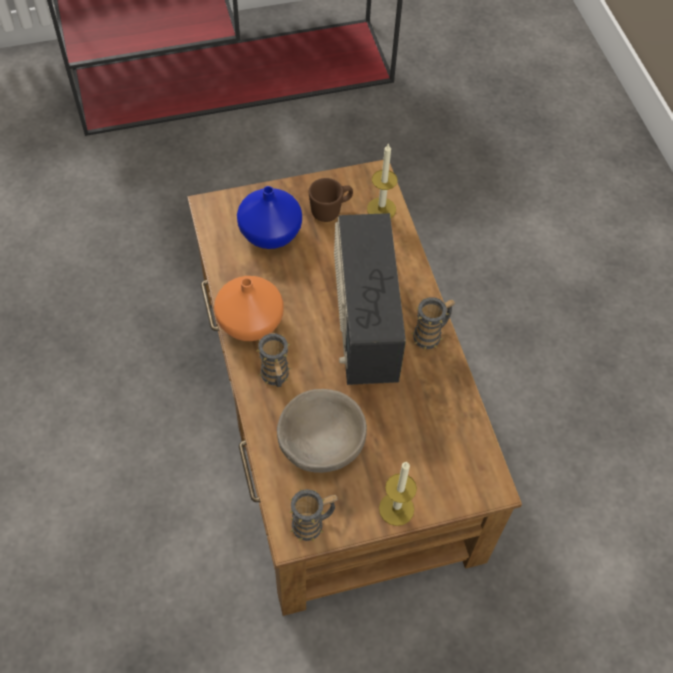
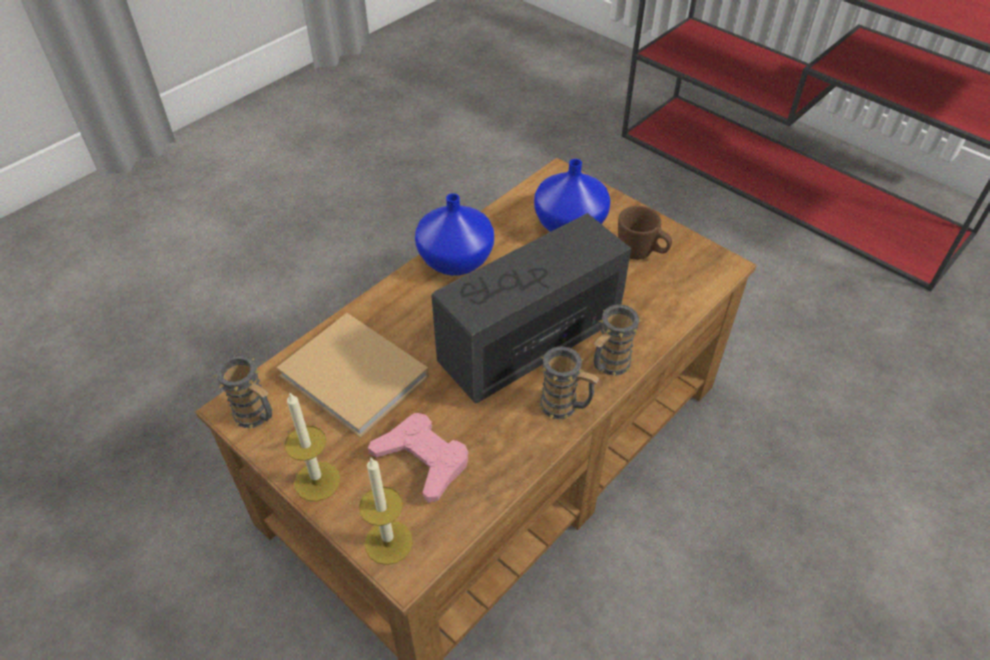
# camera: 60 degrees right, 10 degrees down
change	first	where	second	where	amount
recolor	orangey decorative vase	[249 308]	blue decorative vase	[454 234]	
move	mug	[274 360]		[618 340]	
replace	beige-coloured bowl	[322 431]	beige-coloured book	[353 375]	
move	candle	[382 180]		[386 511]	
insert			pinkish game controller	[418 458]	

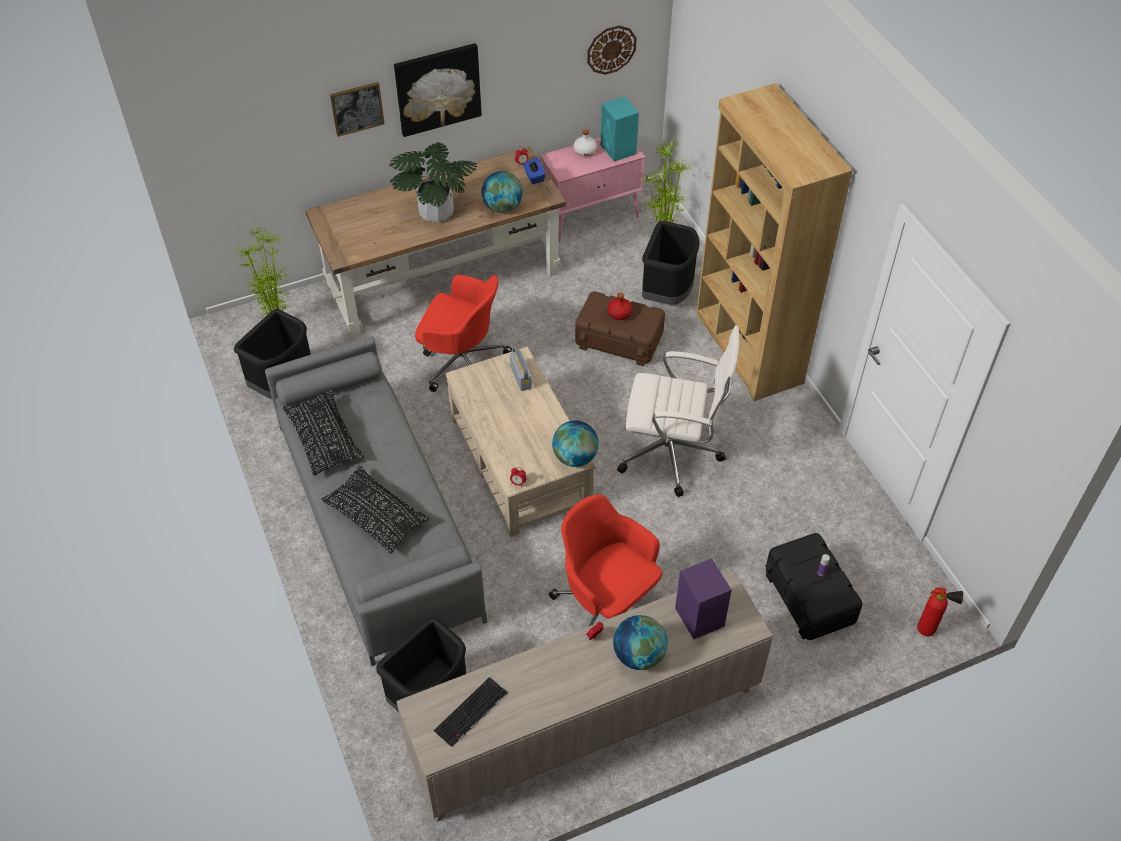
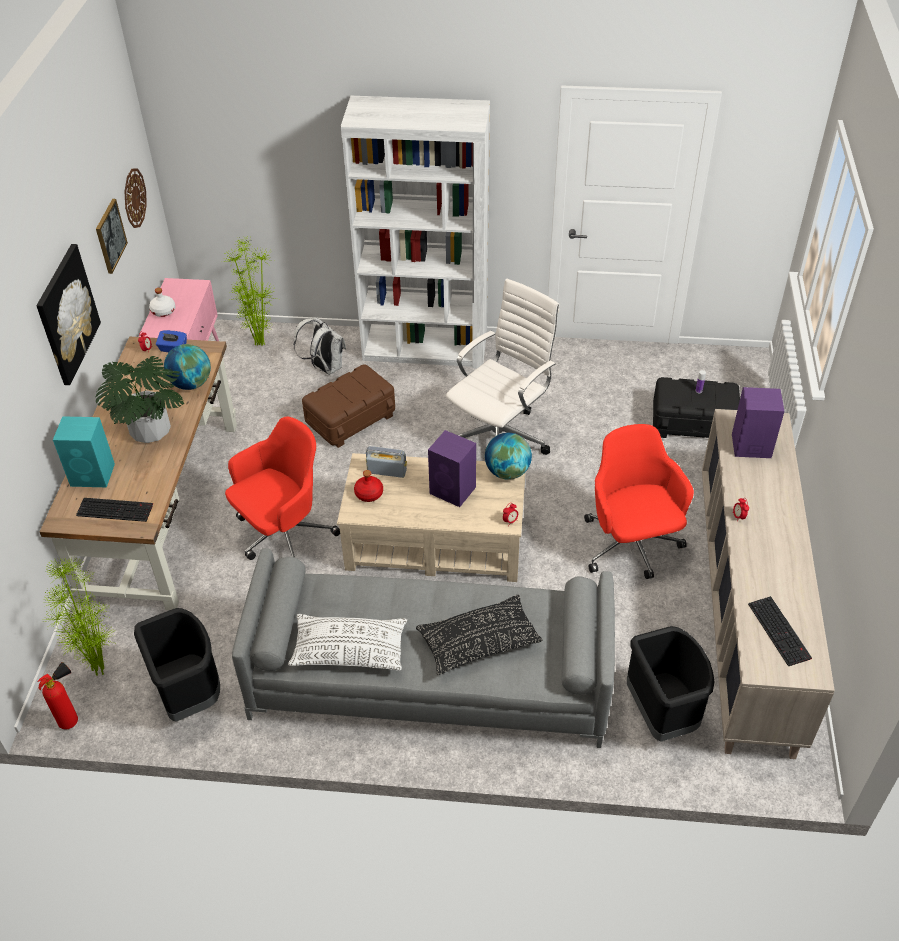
# camera: 60 degrees left, 5 degrees down
change	first	where	second	where	amount
recolor	blackish pillow	[323 432]	white-coloured pillow	[348 642]	
move	picture	[357 109]		[112 236]	
rotate	red-coloured desk chair	[606 560]		[639 501]	90 degrees clockwise
move	turquoise-coloured audio speaker	[619 129]		[84 451]	
move	red-coloured drink bottle	[620 306]		[368 486]	
delete	desk globe	[640 642]			
replace	blackish trash can	[670 263]	white-coloured rucksack	[319 346]	
recolor	brown-coloured bookcase	[774 242]	white-coloured bookcase	[415 232]	
move	fire extinguisher	[940 611]		[57 695]	
insert			keyboard	[114 510]	
insert			purple-coloured audio speaker	[452 468]	

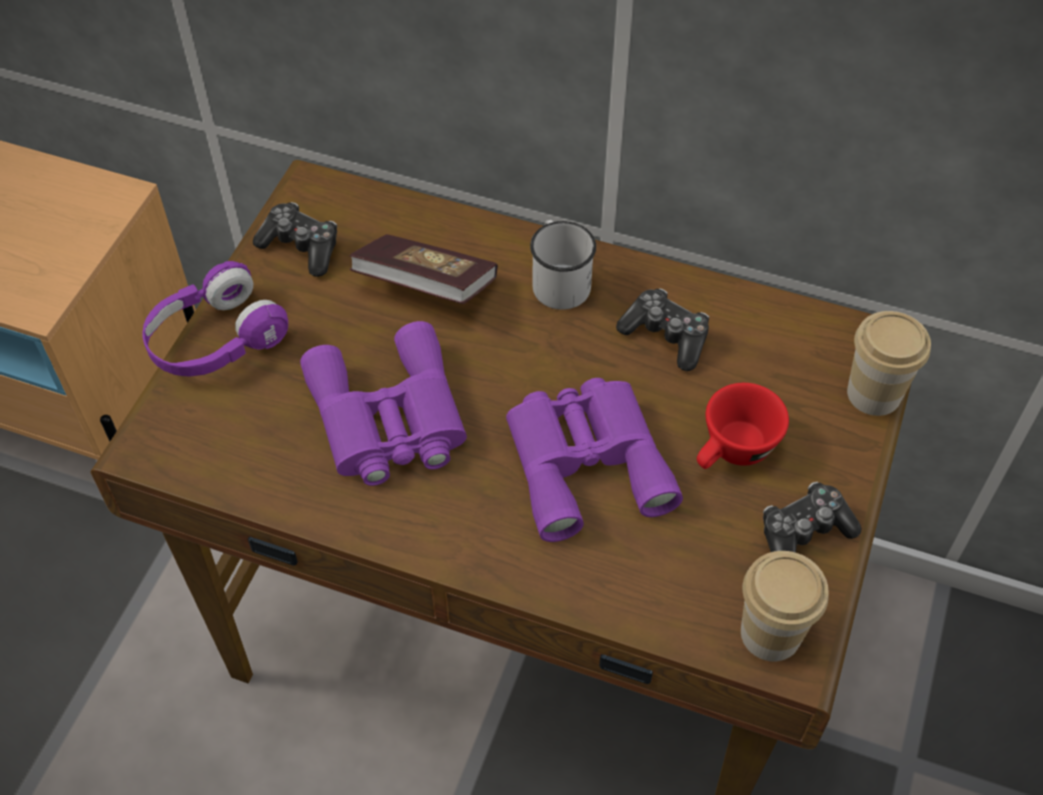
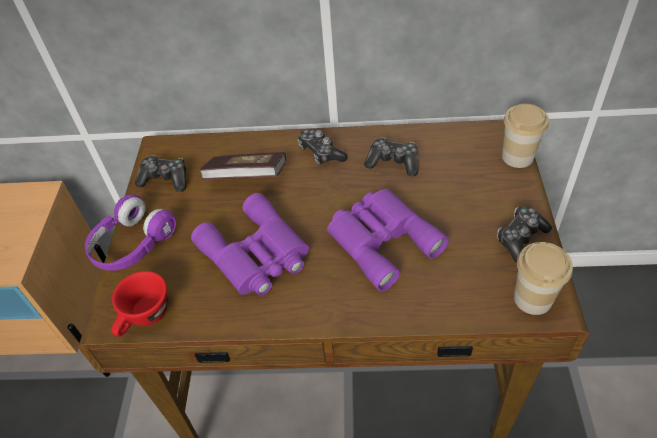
# camera: 15 degrees left, 5 degrees down
change	first	where	second	where	amount
replace	white-coloured mug	[563 265]	game controller	[322 147]	
move	red-coloured drinking cup	[743 426]		[139 304]	

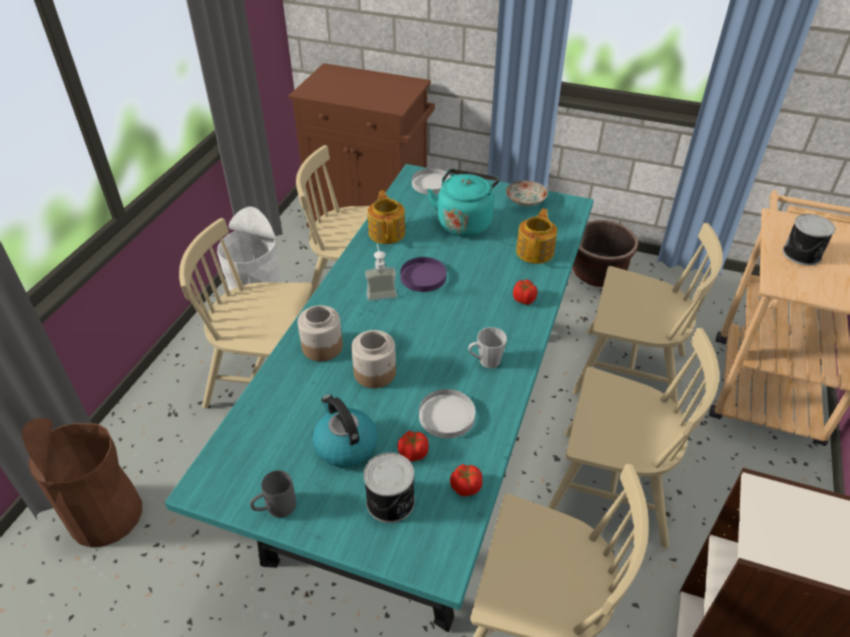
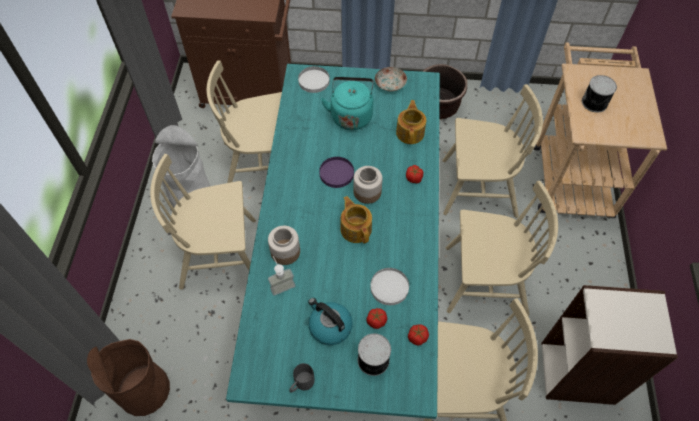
# camera: 15 degrees left, 15 degrees up
change	first	where	second	where	amount
move	storage jar	[373 359]		[368 185]	
move	liquid soap bottle	[381 272]		[281 276]	
move	tea pot	[386 217]		[356 220]	
delete	gray mug	[487 347]			

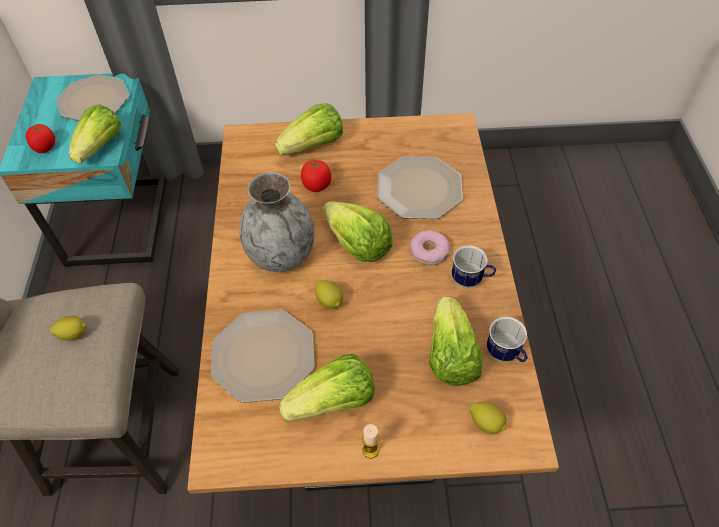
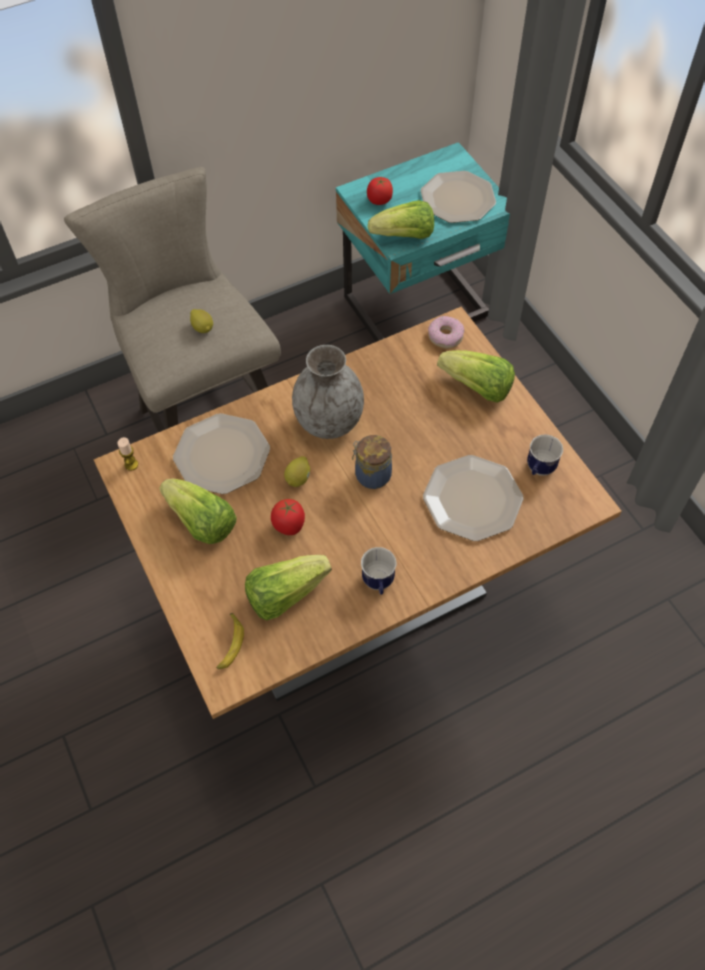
# camera: 65 degrees right, 5 degrees up
change	first	where	second	where	amount
move	tomato	[316 175]		[288 517]	
replace	lettuce head	[358 231]	storage jar	[372 462]	
move	candle	[371 441]		[127 454]	
move	ring doughnut	[430 247]		[446 332]	
replace	whole lemon	[488 418]	banana	[230 641]	
move	mug	[507 339]		[545 455]	

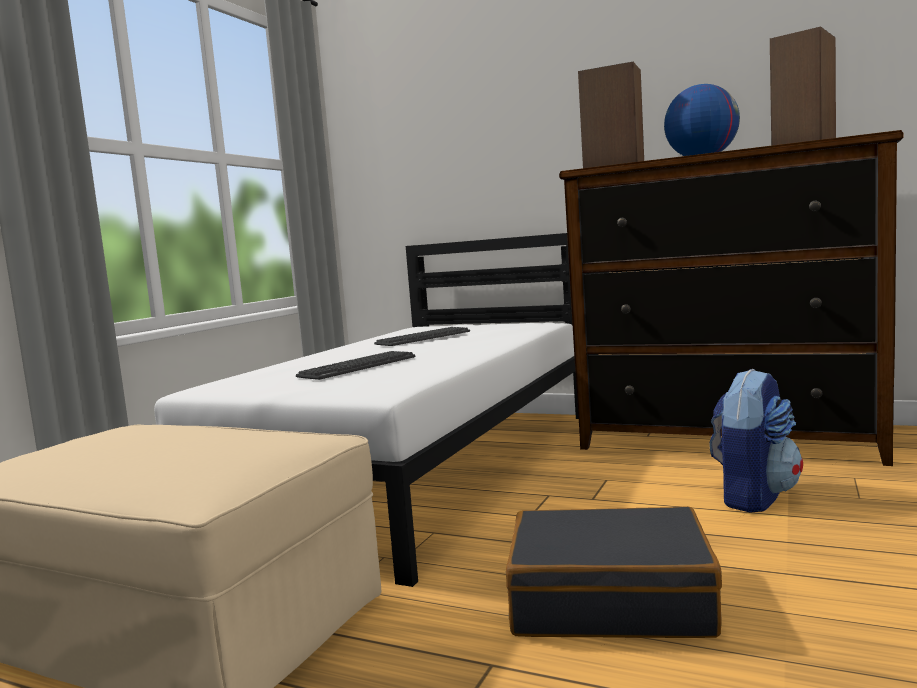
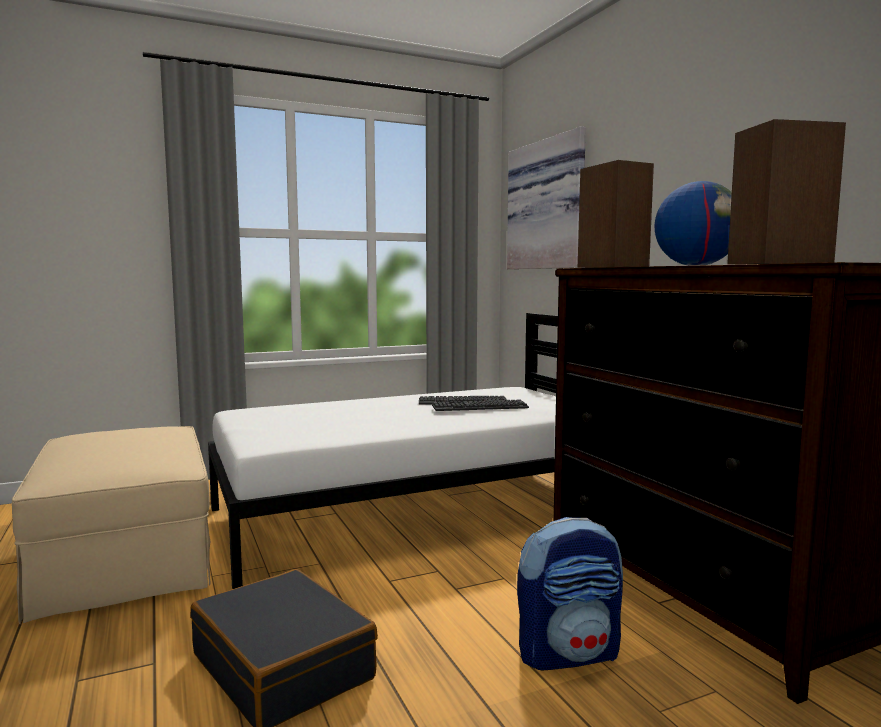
# camera: 40 degrees right, 0 degrees up
change	first	where	second	where	amount
move	keyboard	[356 365]		[480 405]	
insert			picture	[546 197]	

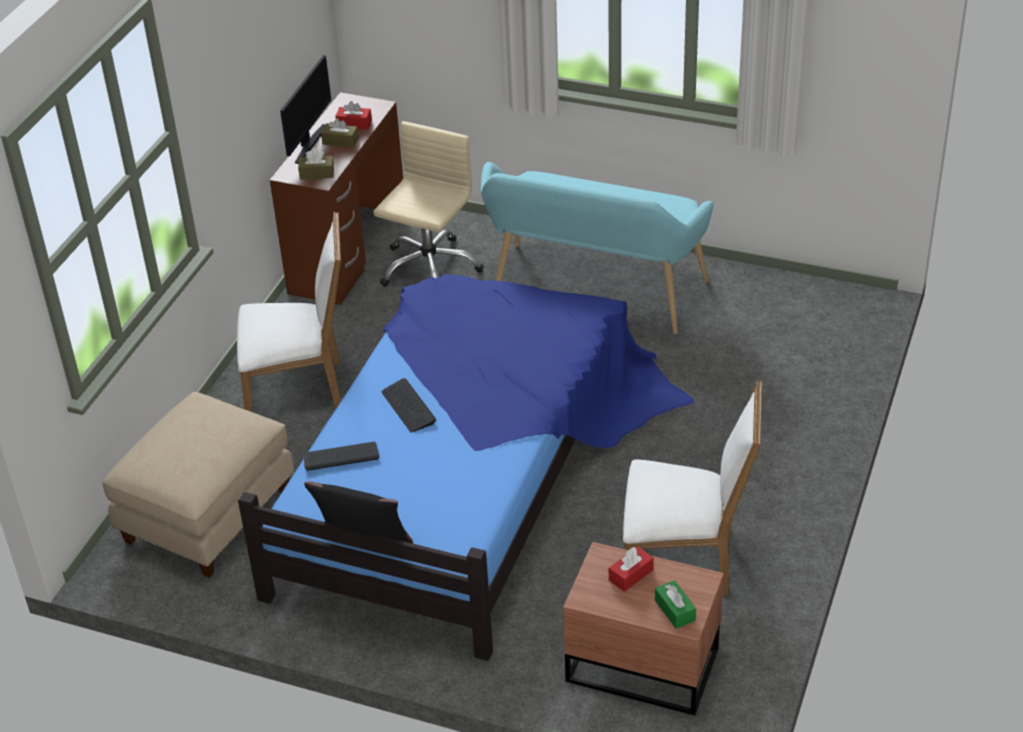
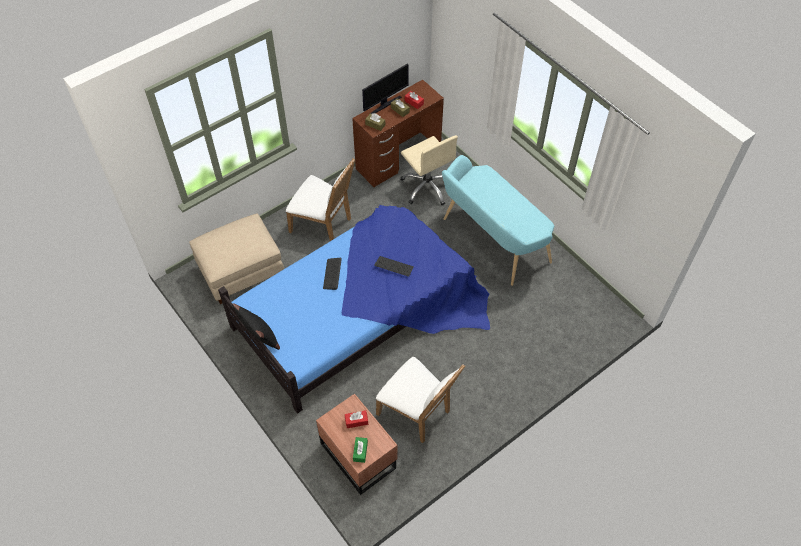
# camera: 30 degrees right, 15 degrees up
change	first	where	second	where	amount
move	keyboard	[342 456]		[393 266]	
rotate	beige-coloured desk chair	[429 204]		[429 170]	90 degrees clockwise

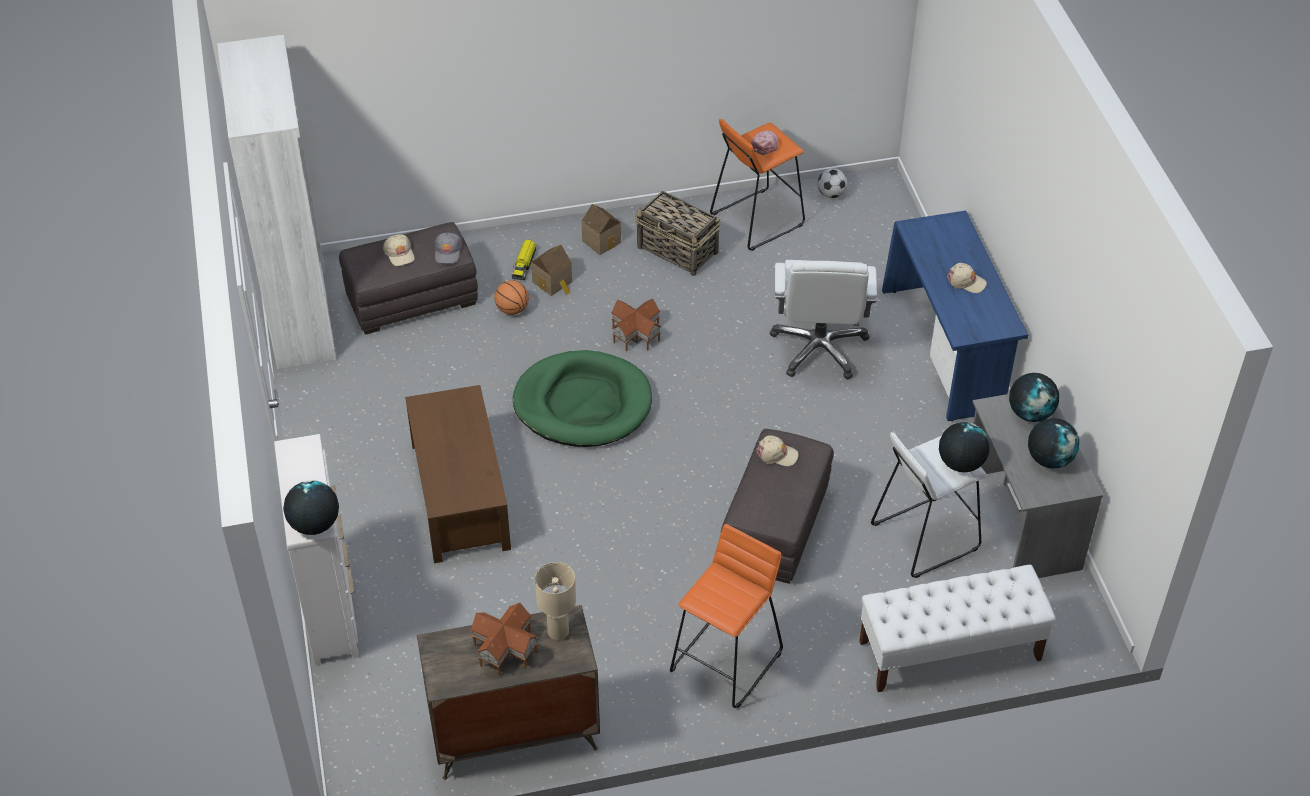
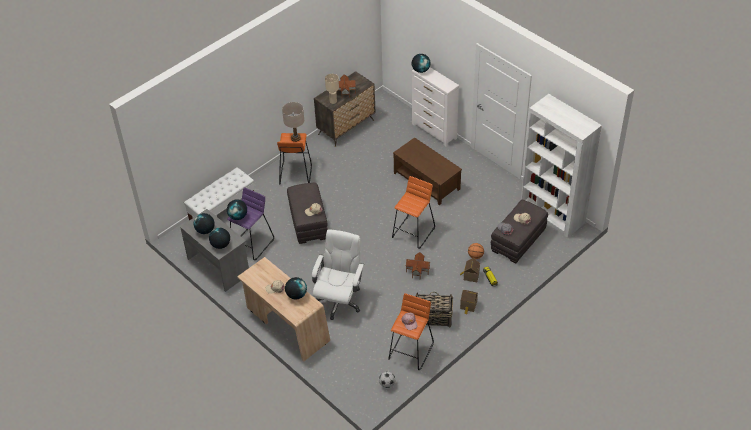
# camera: 150 degrees right, 0 degrees up
change	first	where	second	where	amount
replace	greenish dog cushion	[582 398]	orangey stool seat	[413 212]	
rotate	white-coloured desk chair	[823 319]		[338 274]	45 degrees clockwise
recolor	white-coloured stool seat	[929 505]	purple-coloured stool seat	[250 223]	
recolor	blue desk	[955 316]	beige-coloured desk	[283 309]	
insert			beige-coloured tabletop lamp	[293 122]	
insert			desk globe	[296 288]	

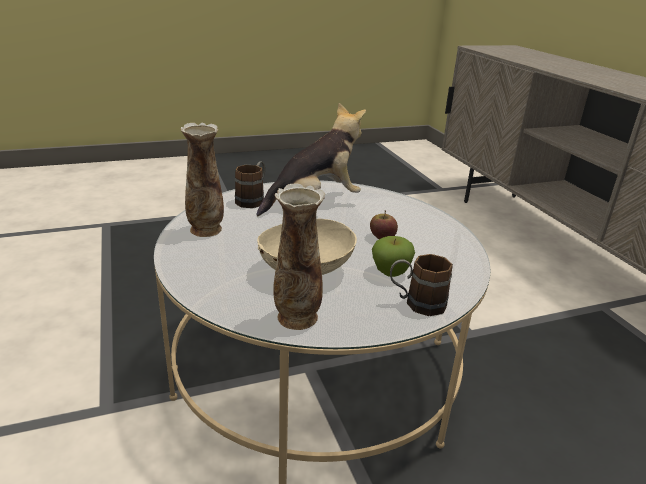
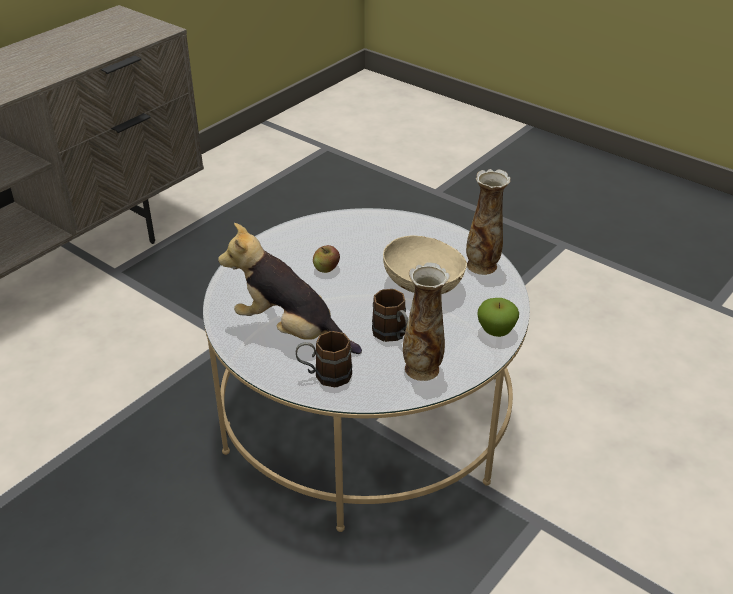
# camera: 120 degrees left, 10 degrees up
change	first	where	second	where	amount
move	apple fruit	[393 256]		[498 317]	
move	brown-coloured mug	[421 285]		[390 315]	

